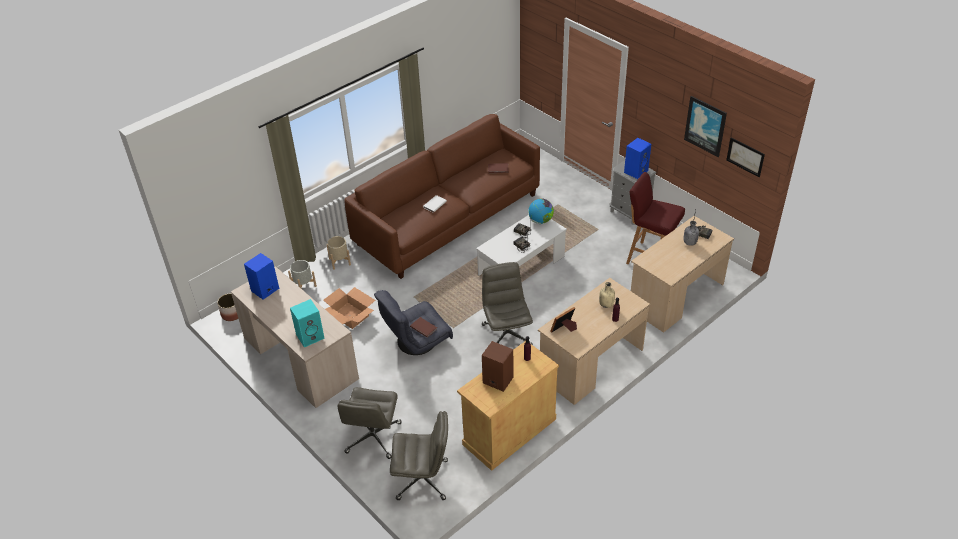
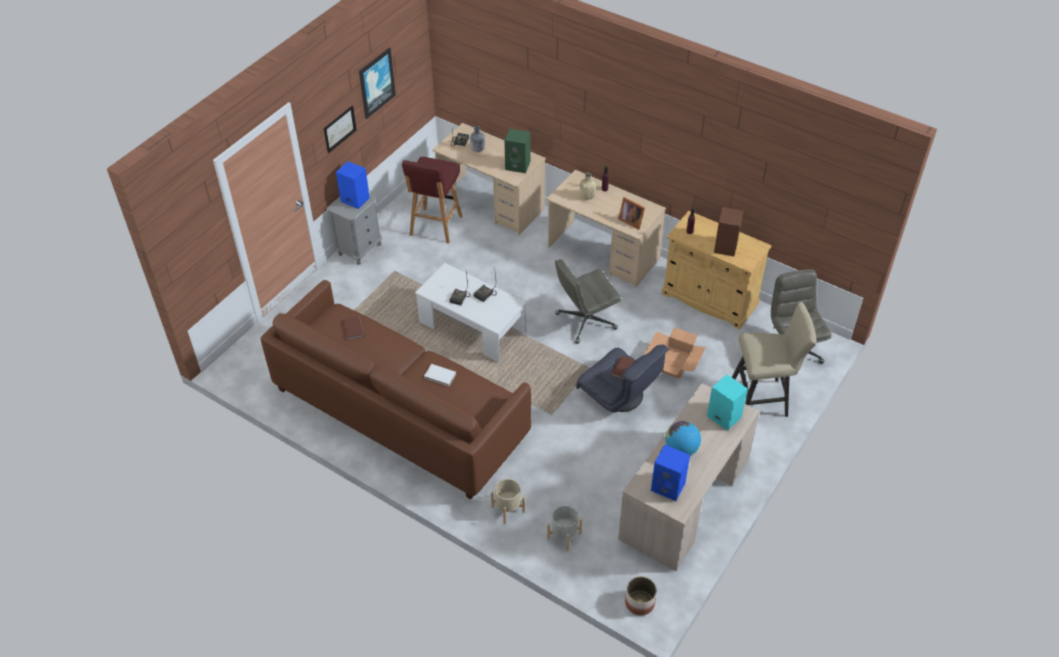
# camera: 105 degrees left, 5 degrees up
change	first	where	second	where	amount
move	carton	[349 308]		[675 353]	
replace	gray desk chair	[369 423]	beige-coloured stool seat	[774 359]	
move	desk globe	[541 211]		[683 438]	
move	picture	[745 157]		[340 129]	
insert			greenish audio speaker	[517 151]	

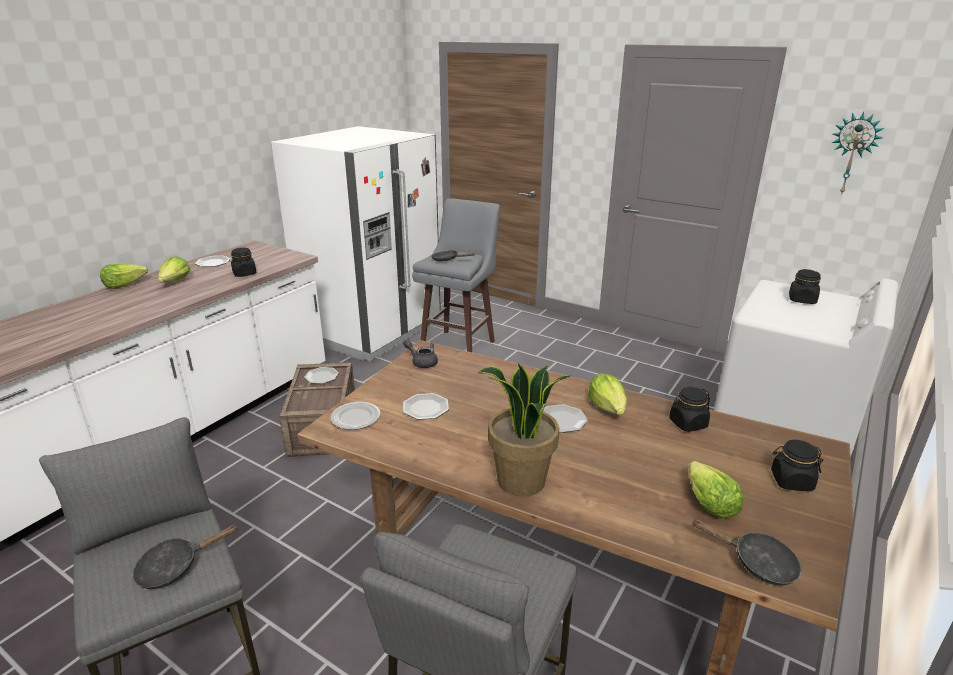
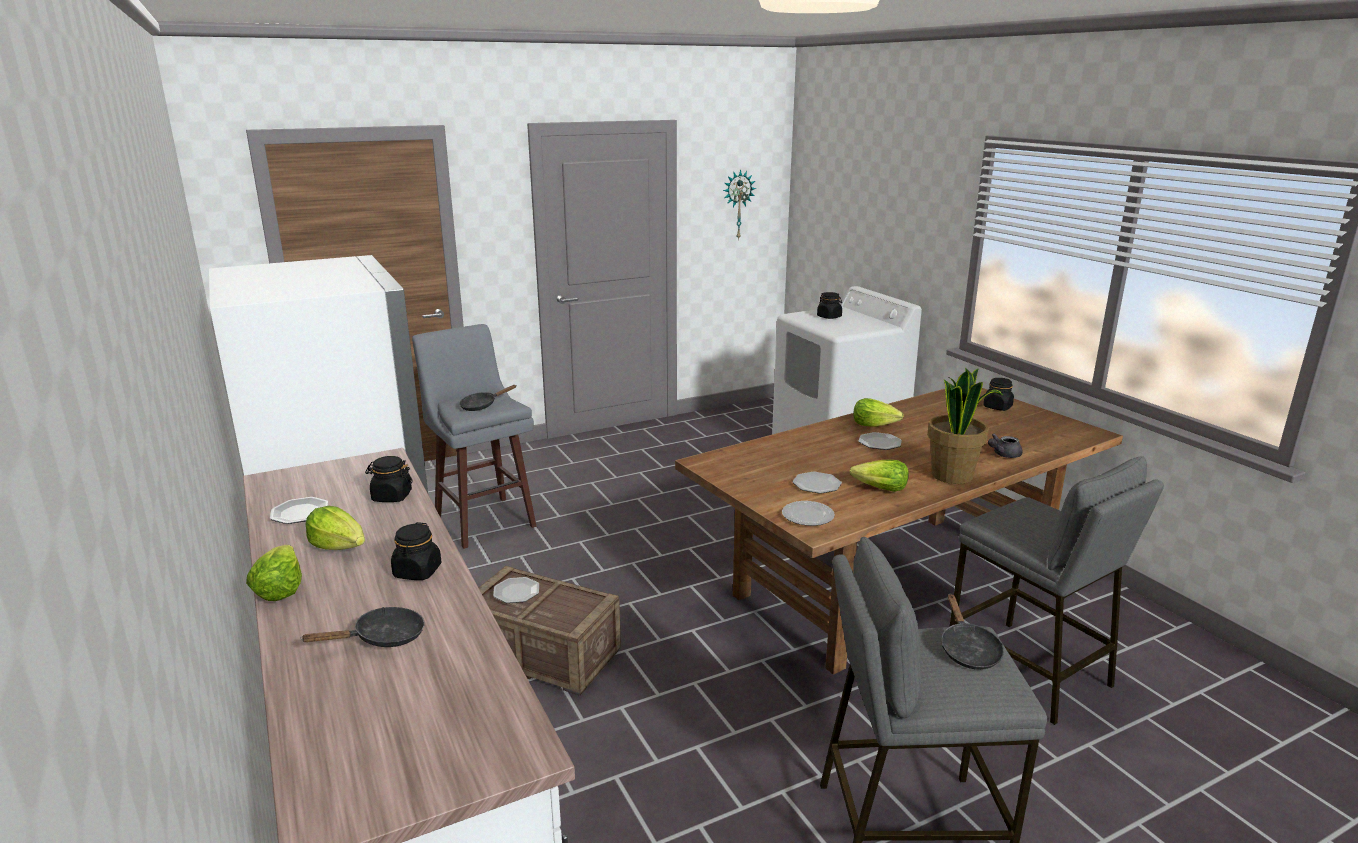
# camera: 60 degrees left, 5 degrees down
change	first	where	second	where	amount
move	gray tea pot	[420 354]		[1005 446]	
move	blackish storage jar	[689 409]		[416 551]	
move	lettuce head	[716 489]		[879 476]	
move	blackish skillet	[747 552]		[362 627]	

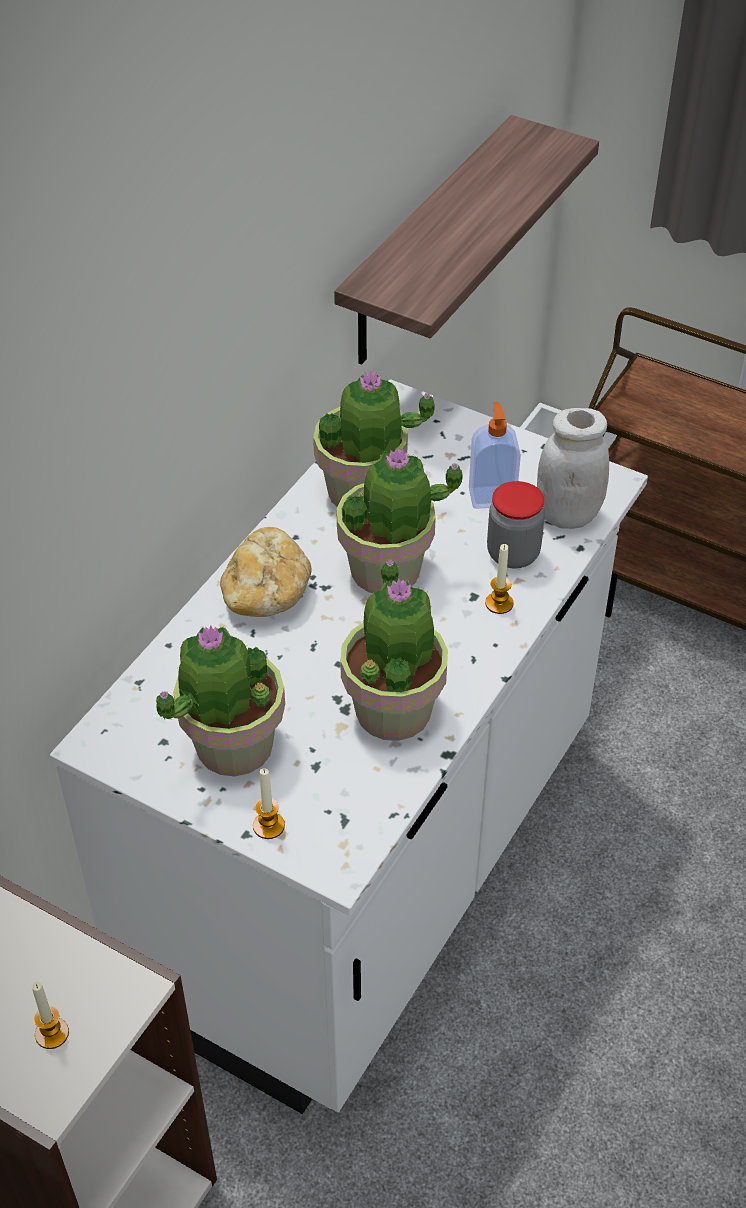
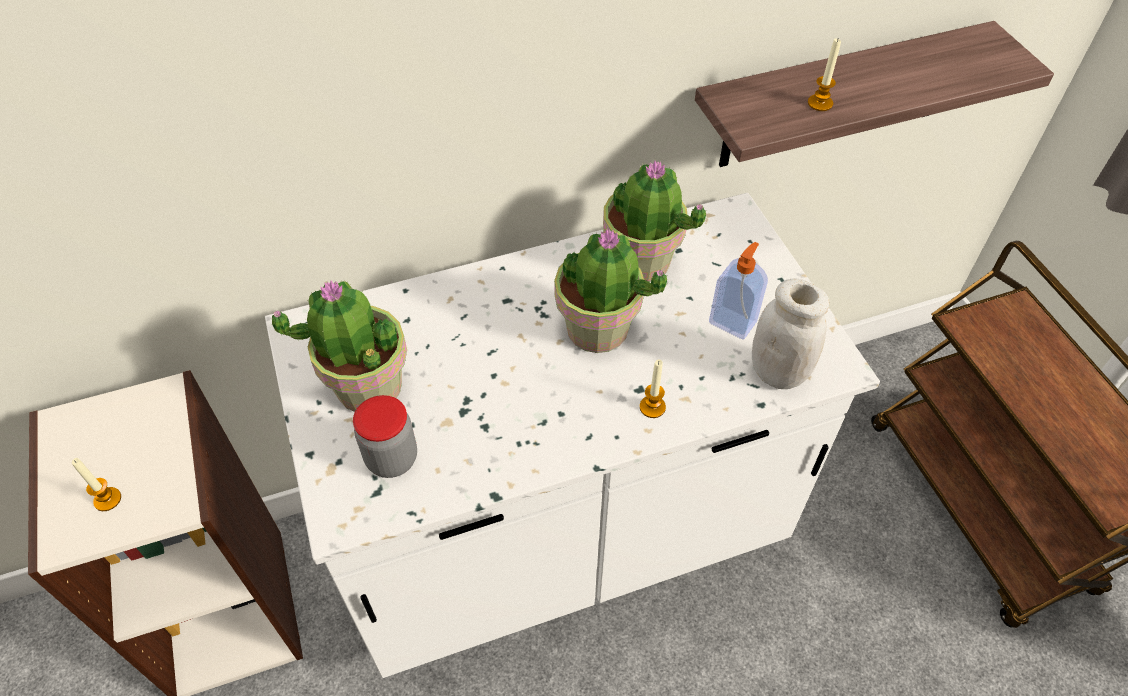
# camera: 40 degrees right, 5 degrees up
change	first	where	second	where	amount
delete	bread	[266 572]			
move	candle	[269 803]		[824 75]	
delete	houseplant	[394 650]			
move	storage jar	[516 524]		[385 436]	

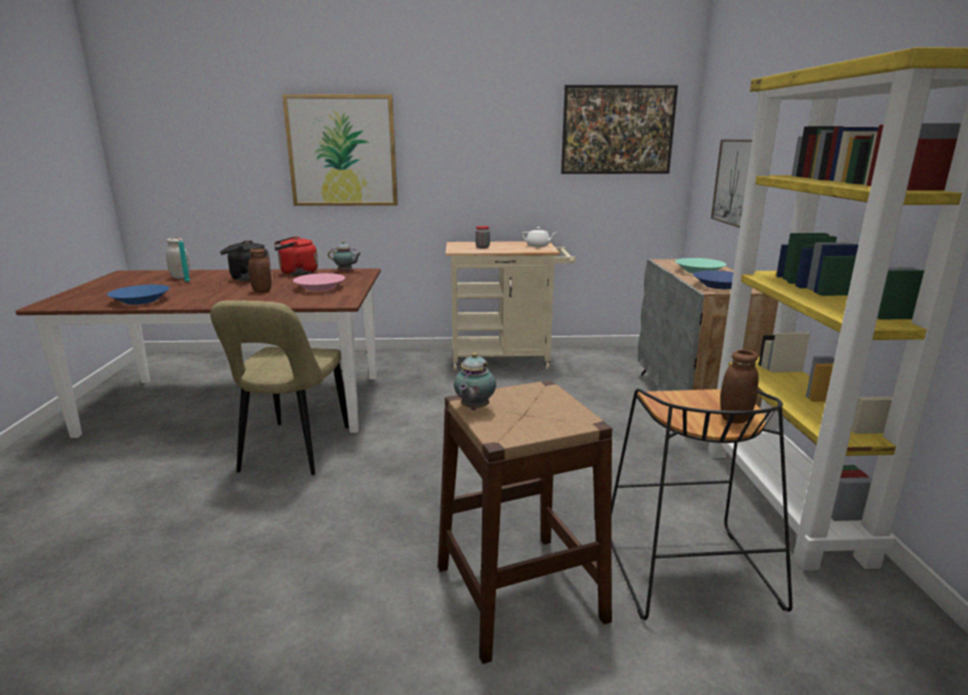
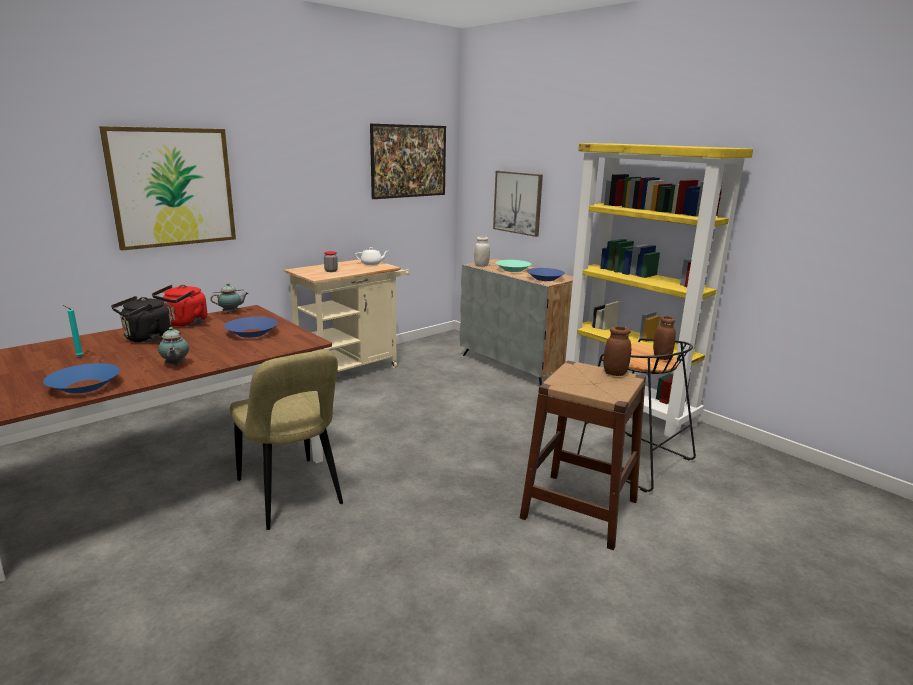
# camera: 40 degrees left, 0 degrees up
change	first	where	second	where	amount
move	white-coloured storage jar	[178 258]		[482 252]	
move	brown-coloured storage jar	[260 270]		[617 351]	
recolor	pinkish bowl	[319 282]	blue bowl	[251 327]	
move	tea pot	[475 381]		[173 346]	

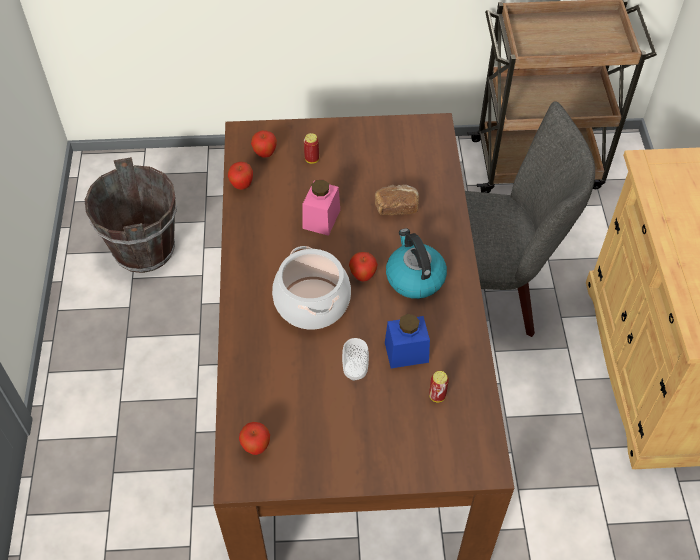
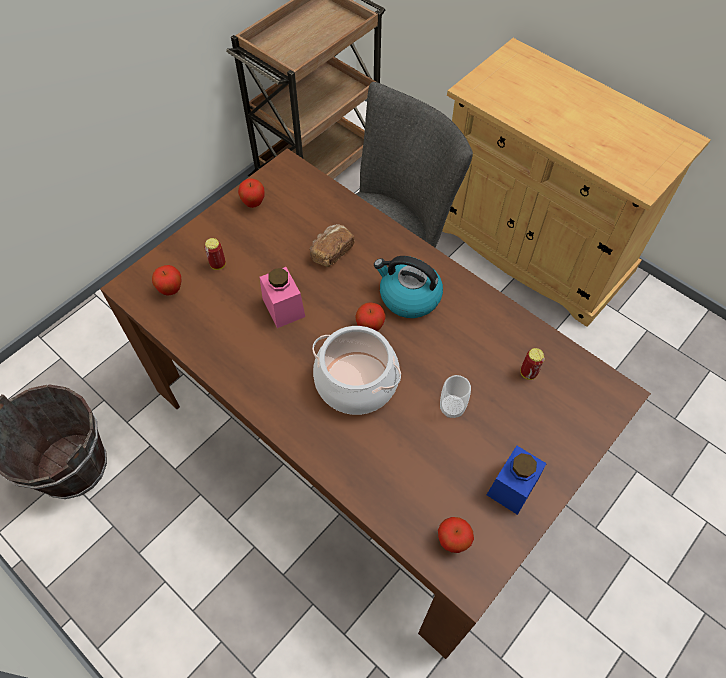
# camera: 45 degrees left, 5 degrees up
change	first	where	second	where	amount
move	apple fruit	[240 176]		[251 193]	
move	blue storage jar	[407 341]		[517 480]	

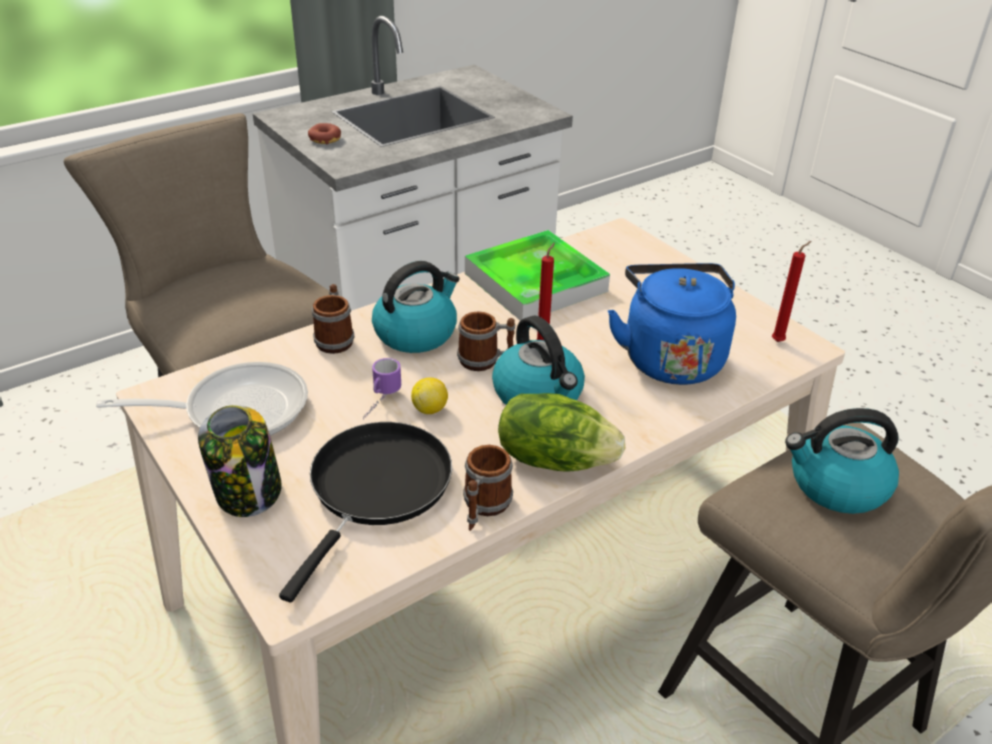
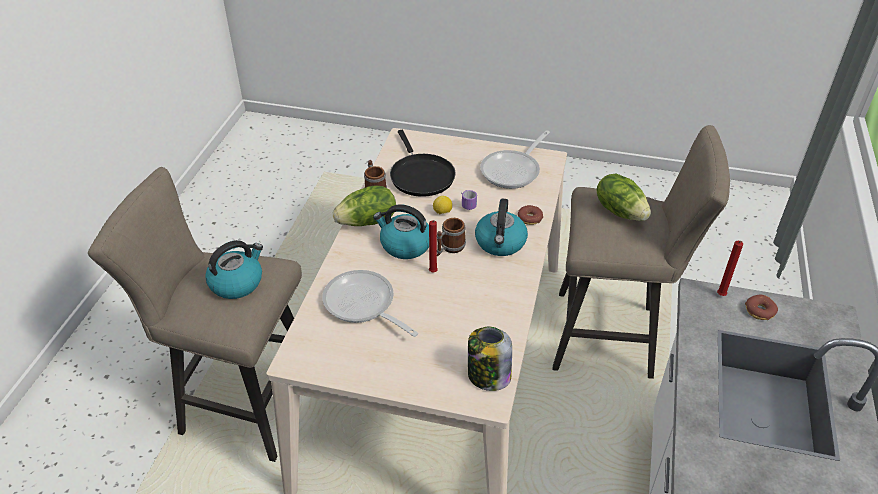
# camera: 140 degrees right, 5 degrees up
change	first	where	second	where	amount
move	storage jar	[239 461]		[490 359]	
replace	mug	[333 319]	ring doughnut	[530 215]	
delete	serving tray	[537 275]			
replace	blue tea kettle	[672 324]	skillet	[370 303]	
move	red-coloured candle	[791 291]		[730 268]	
insert			lettuce head	[623 197]	

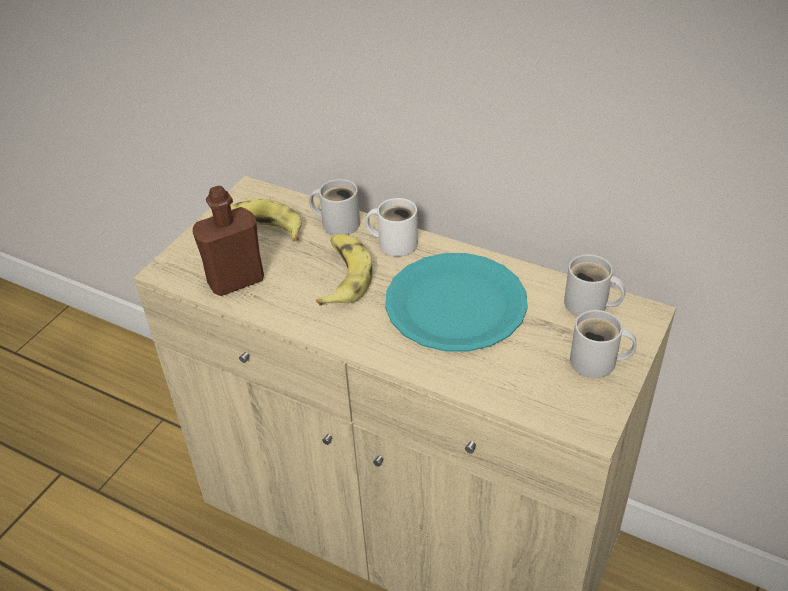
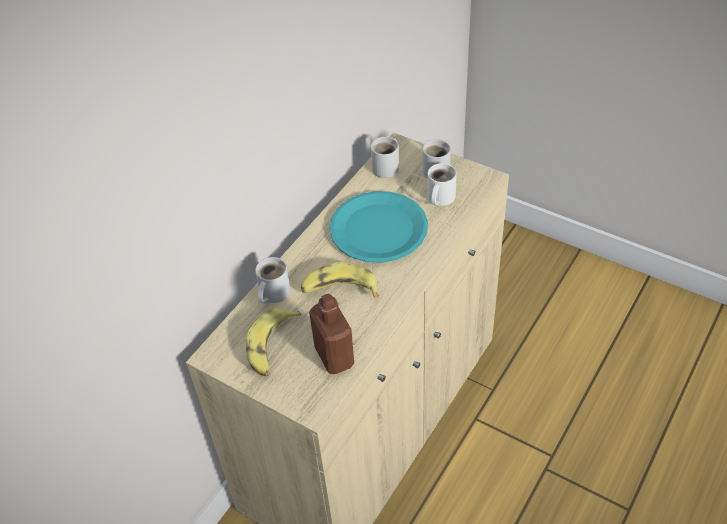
# camera: 85 degrees left, 5 degrees up
change	first	where	second	where	amount
move	white-coloured mug	[391 227]		[442 184]	

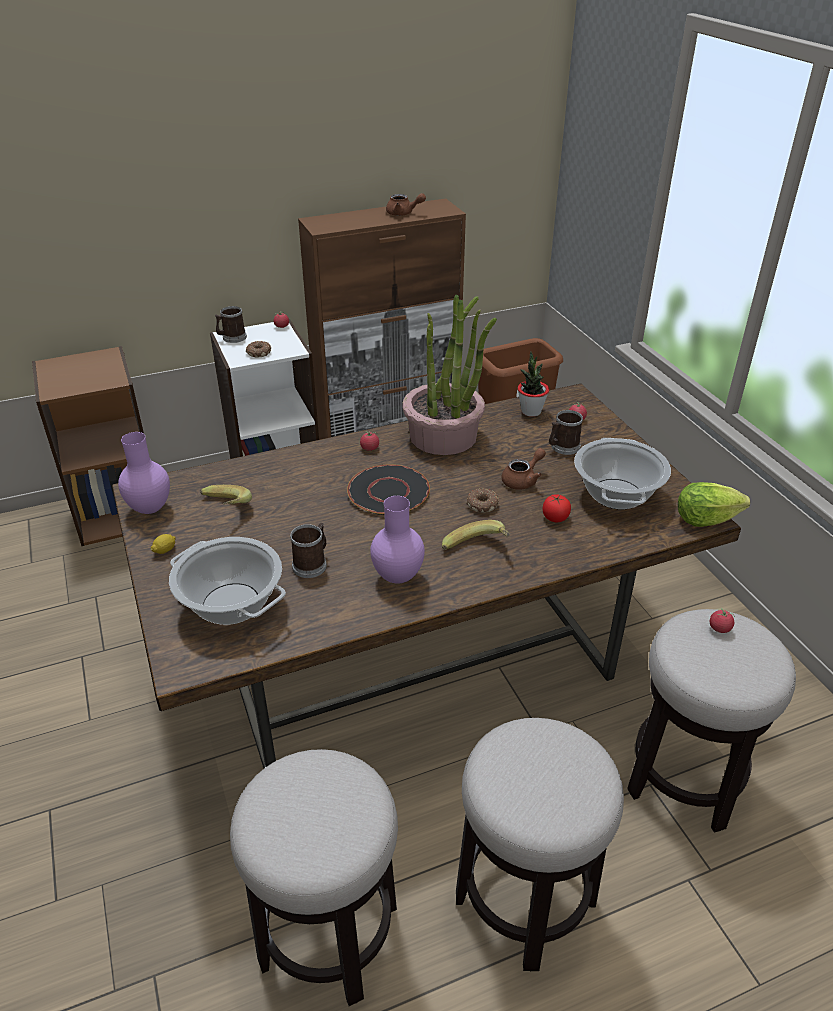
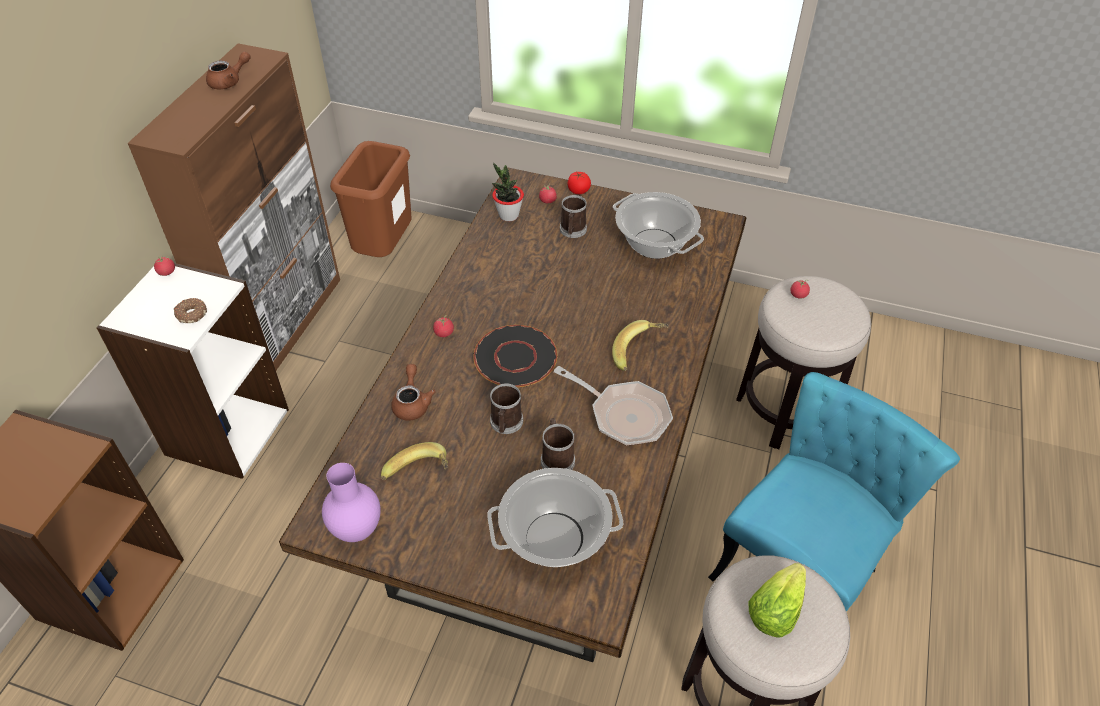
# camera: 50 degrees left, 10 degrees up
change	first	where	second	where	amount
delete	whole lemon	[163 544]			
move	mug	[231 324]		[506 408]	
replace	purple-coloured decorative vase	[397 540]	skillet	[613 406]	
delete	houseplant	[449 374]			
replace	stool seat	[540 844]	turquoise-coloured plain chair	[834 491]	
delete	ring doughnut	[483 500]			
move	brown-coloured tea pot	[524 469]		[413 392]	
move	tomato	[556 508]		[579 183]	
move	lettuce head	[714 504]		[777 600]	

